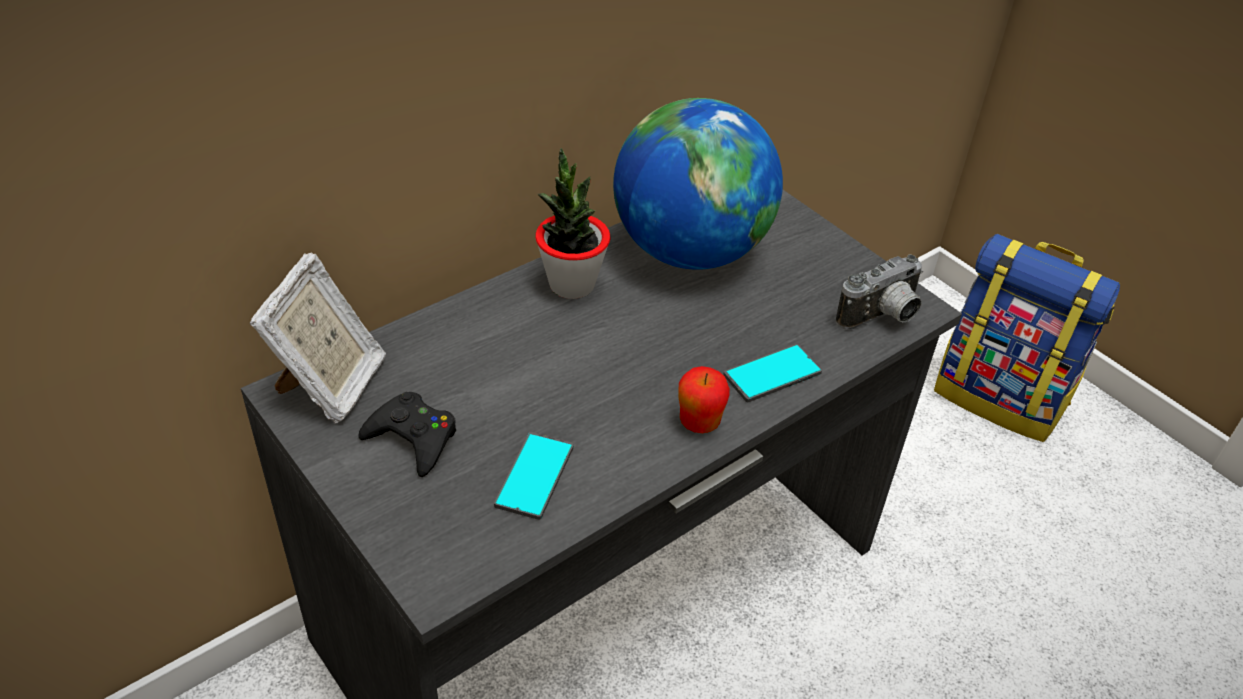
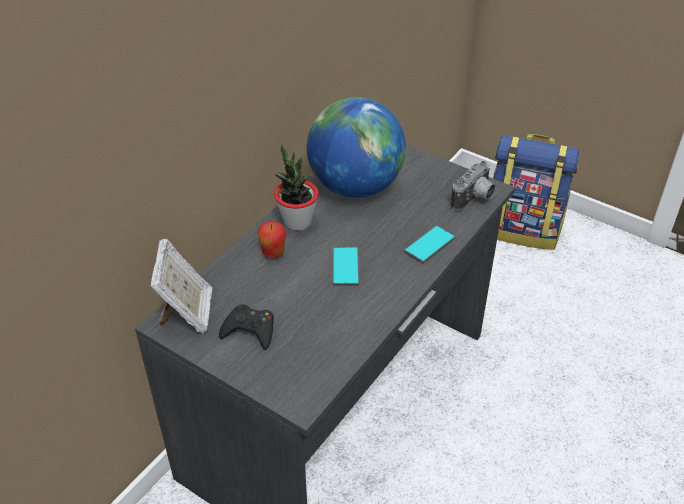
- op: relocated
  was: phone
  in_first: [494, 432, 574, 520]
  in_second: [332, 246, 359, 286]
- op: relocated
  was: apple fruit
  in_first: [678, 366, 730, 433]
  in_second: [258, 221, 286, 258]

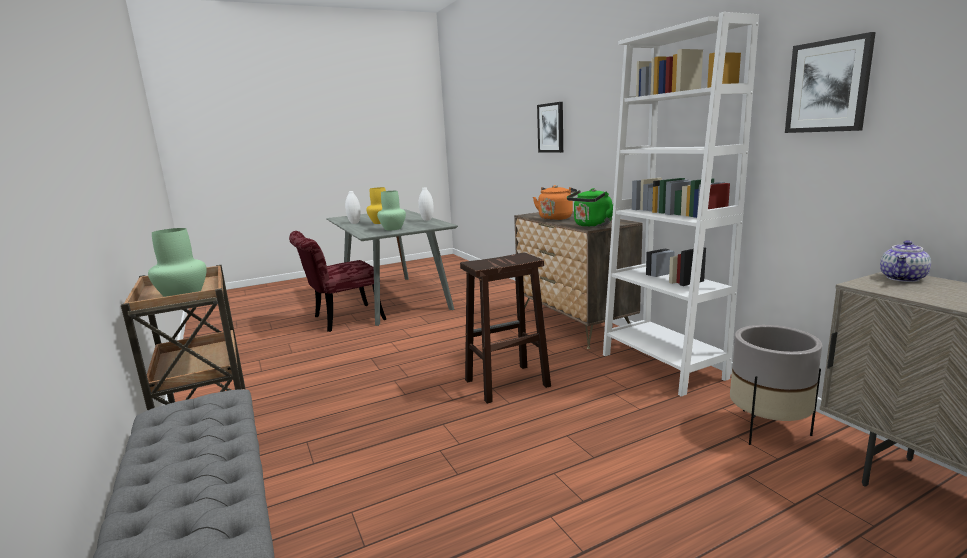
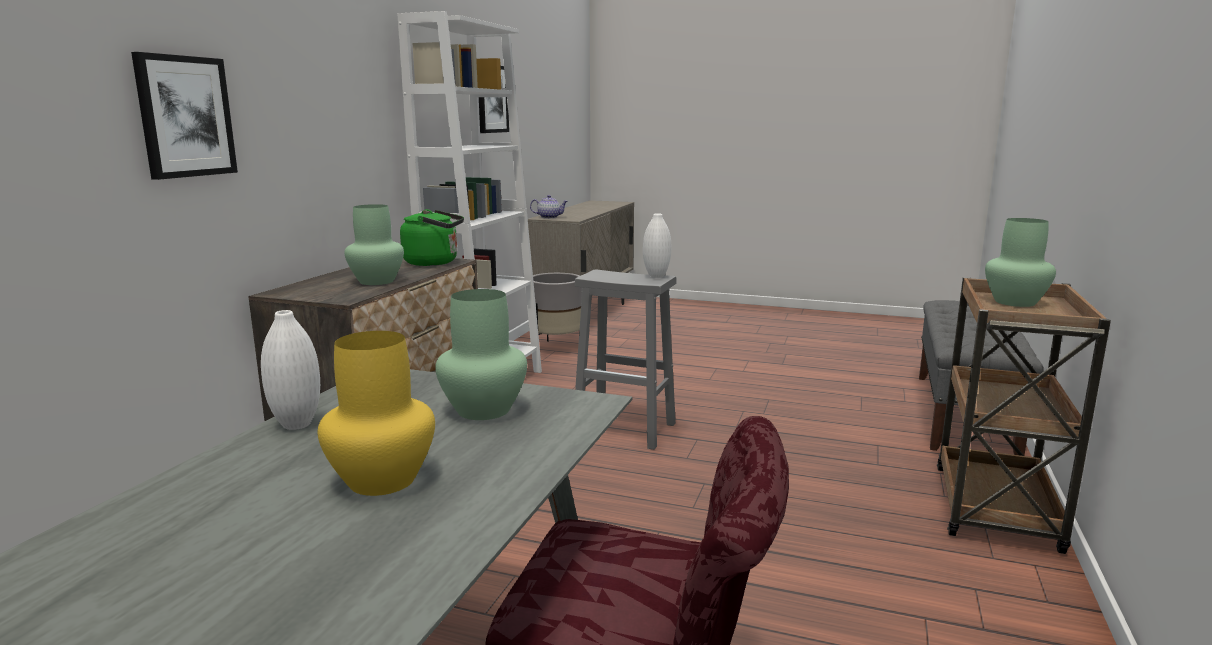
- op: relocated
  was: white-coloured decorative vase
  in_first: [345, 191, 361, 224]
  in_second: [643, 213, 671, 278]
- op: exchanged
  was: orangey kettle
  now: green decorative vase
  in_first: [533, 185, 577, 220]
  in_second: [344, 204, 404, 285]
- op: colour
  was: brown-coloured stool seat
  now: grey stool seat
  in_first: [460, 253, 551, 404]
  in_second: [575, 269, 676, 450]

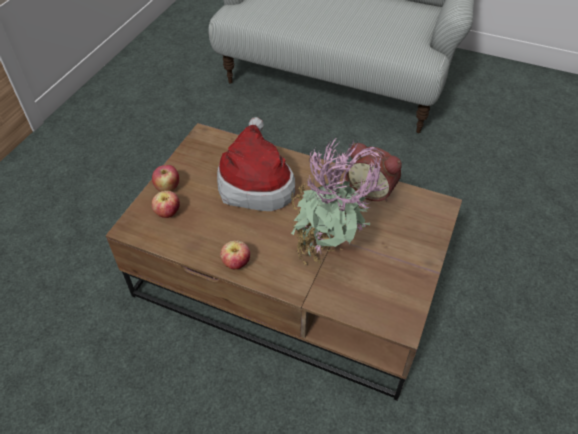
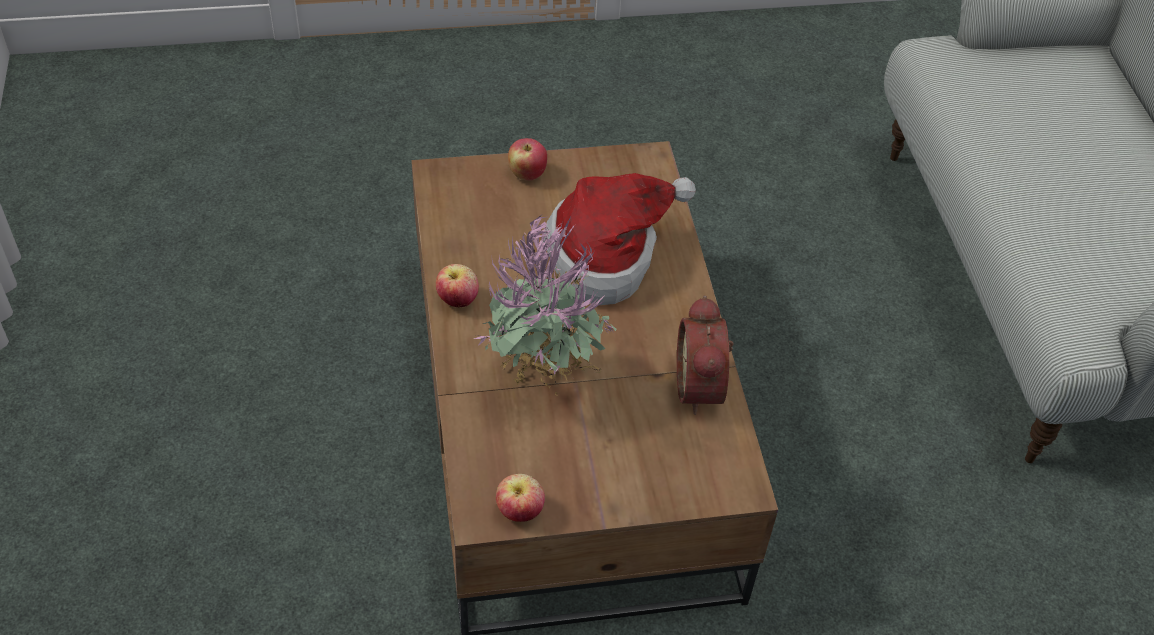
- op: relocated
  was: apple fruit
  in_first: [152, 191, 180, 218]
  in_second: [496, 474, 545, 522]

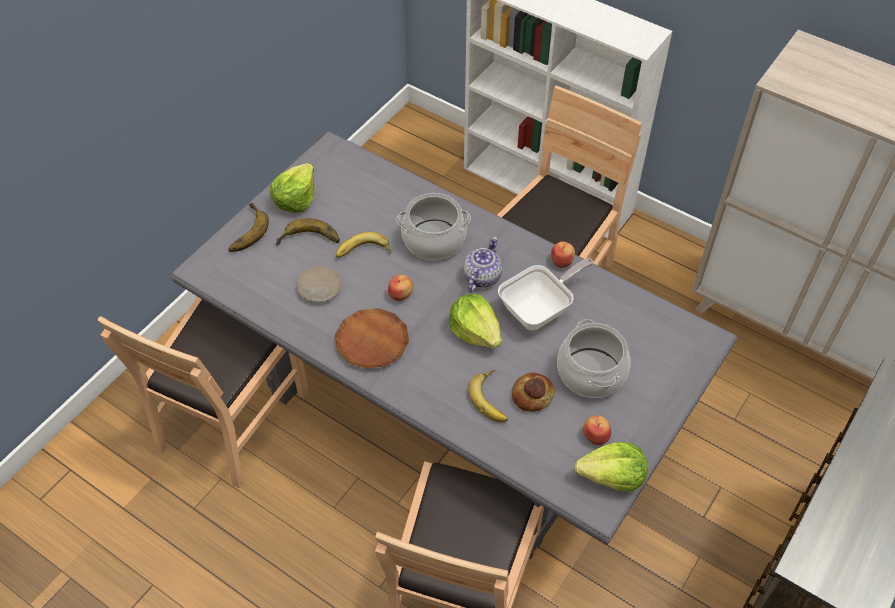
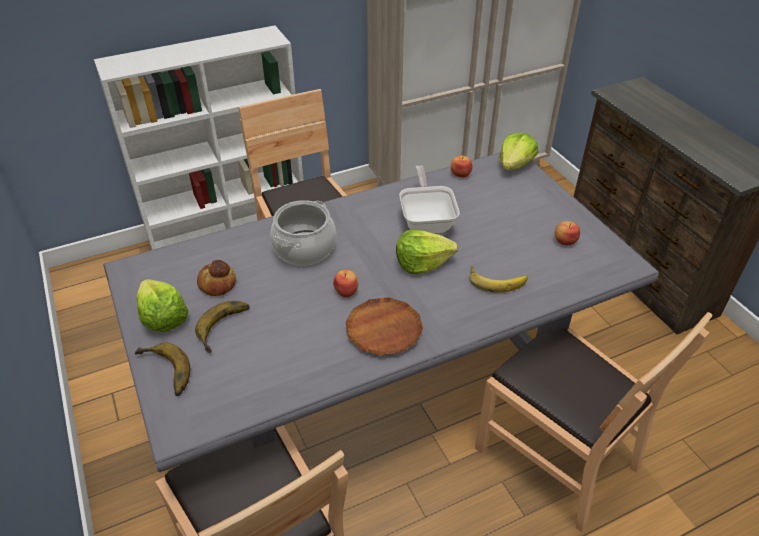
- op: missing
  was: beige-coloured dinner plate
  in_first: [297, 266, 342, 302]
- op: missing
  was: banana fruit
  in_first: [336, 232, 391, 258]
- op: missing
  was: pot for tea
  in_first: [463, 237, 502, 292]
- op: missing
  was: cooking pot
  in_first: [557, 319, 630, 398]
- op: relocated
  was: bread
  in_first: [512, 373, 555, 412]
  in_second: [197, 260, 236, 296]
- op: relocated
  was: apple fruit
  in_first: [551, 242, 575, 268]
  in_second: [451, 156, 473, 178]
- op: relocated
  was: lettuce
  in_first: [574, 442, 648, 491]
  in_second: [499, 133, 538, 170]

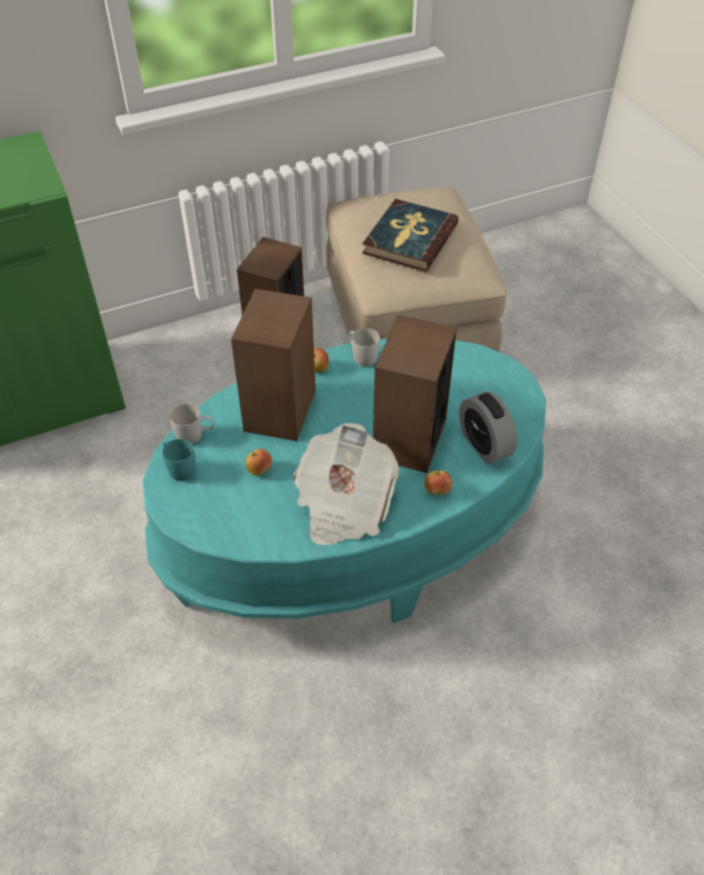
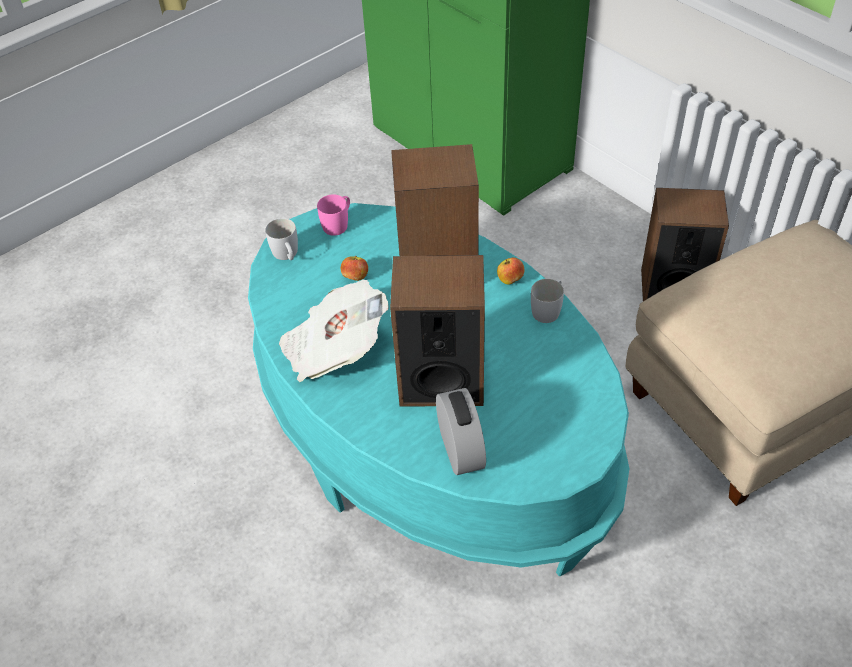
- op: missing
  was: volume
  in_first: [362, 199, 459, 272]
- op: missing
  was: apple fruit
  in_first: [424, 470, 452, 495]
- op: relocated
  was: white-coloured coffee mug
  in_first: [170, 404, 214, 444]
  in_second: [265, 218, 298, 260]
- op: colour
  was: turquoise coffee mug
  now: pink coffee mug
  in_first: [162, 439, 196, 481]
  in_second: [317, 194, 350, 236]
- op: spun
  was: alarm clock
  in_first: [459, 391, 517, 464]
  in_second: [436, 388, 486, 475]
  clockwise: 120

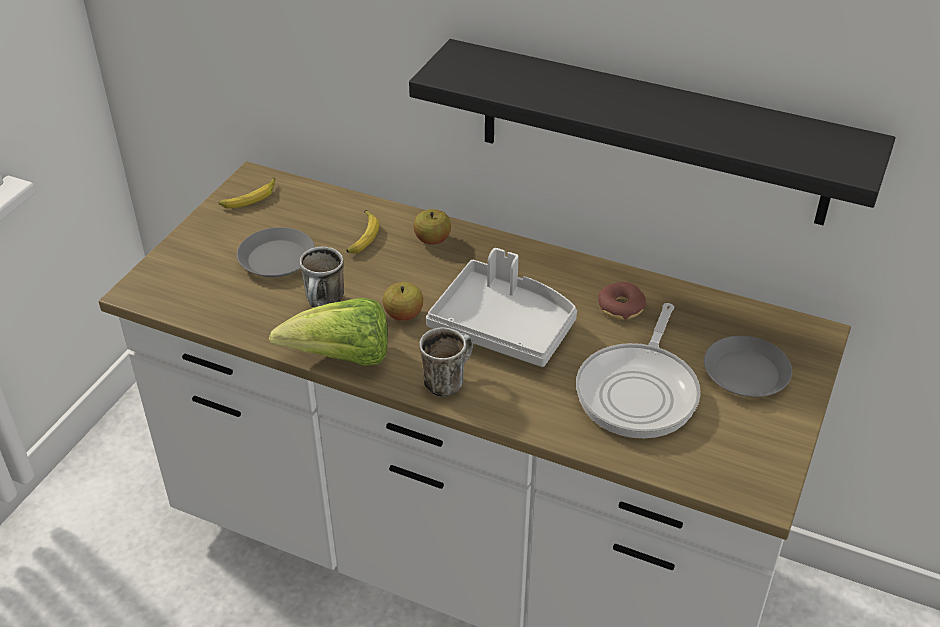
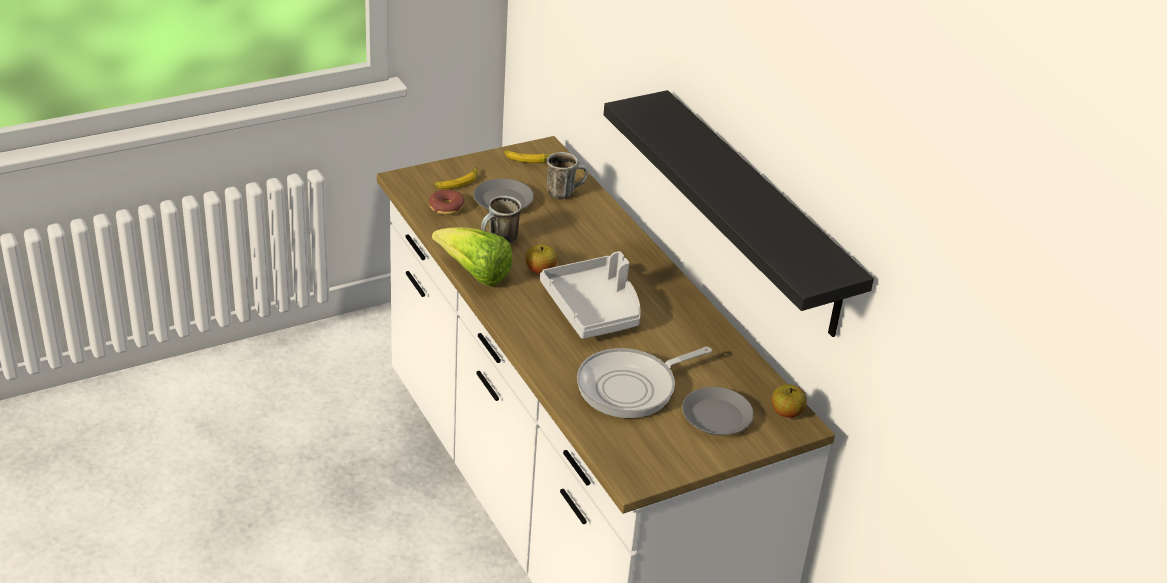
- op: relocated
  was: banana fruit
  in_first: [346, 210, 379, 254]
  in_second: [434, 167, 478, 189]
- op: relocated
  was: apple fruit
  in_first: [413, 209, 451, 245]
  in_second: [771, 384, 807, 418]
- op: relocated
  was: coffee mug
  in_first: [419, 327, 473, 397]
  in_second: [547, 152, 588, 200]
- op: relocated
  was: donut
  in_first: [598, 282, 646, 320]
  in_second: [429, 190, 464, 215]

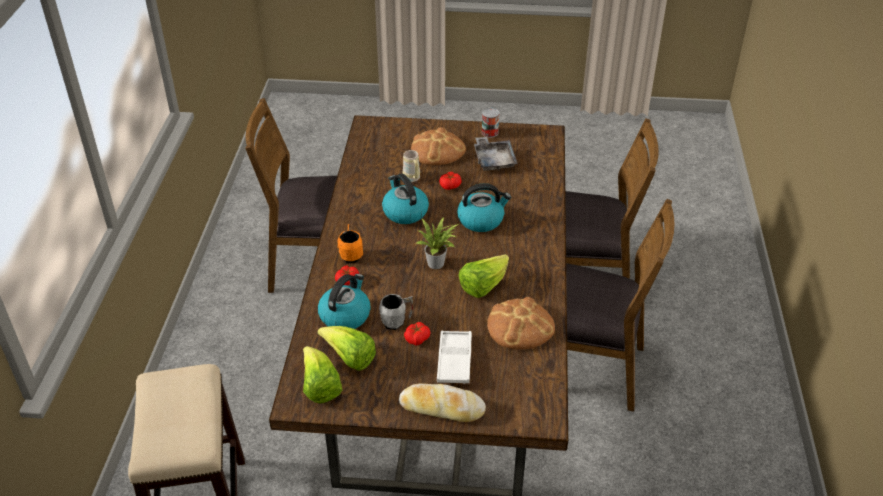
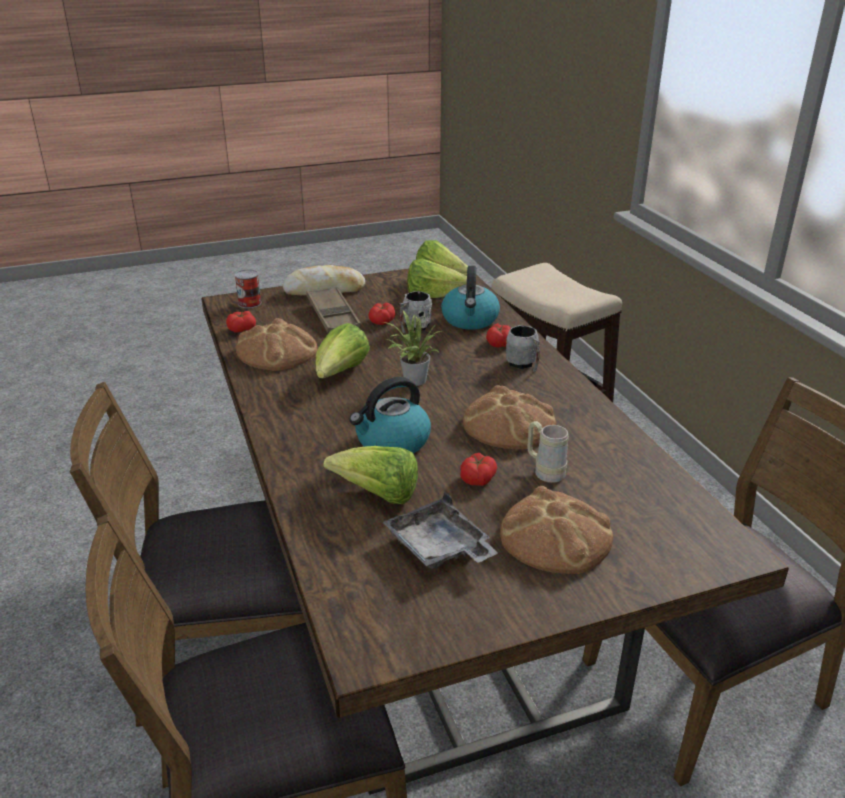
- op: appeared
  now: fresh tomato
  in_second: [226, 311, 256, 333]
- op: appeared
  now: lettuce
  in_second: [323, 446, 418, 504]
- op: relocated
  was: metal can
  in_first: [481, 108, 500, 138]
  in_second: [235, 269, 261, 308]
- op: exchanged
  was: kettle
  now: bread
  in_first: [382, 173, 429, 224]
  in_second: [463, 385, 556, 449]
- op: colour
  was: orangey coffee mug
  now: grey coffee mug
  in_first: [337, 224, 363, 264]
  in_second: [506, 325, 540, 372]
- op: colour
  was: white-coloured tray
  now: brown-coloured tray
  in_first: [437, 331, 472, 384]
  in_second: [307, 287, 361, 333]

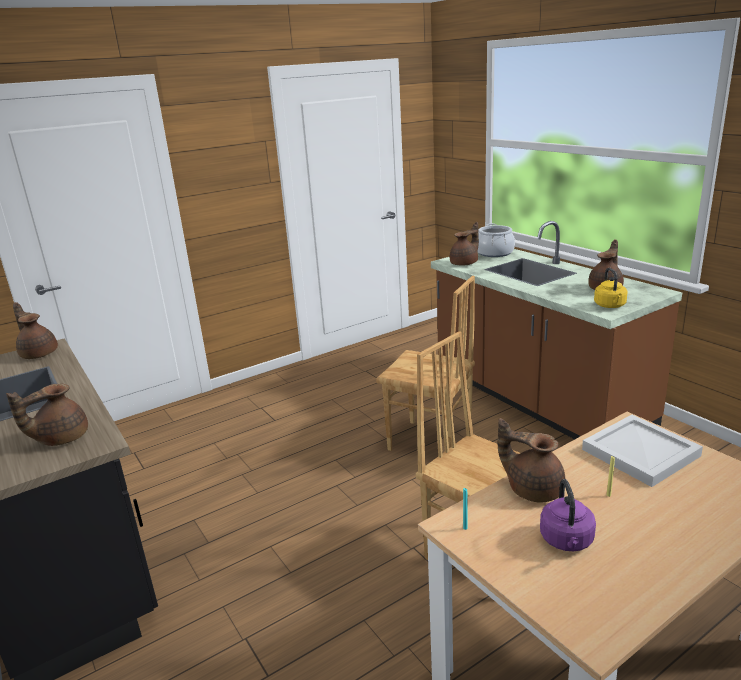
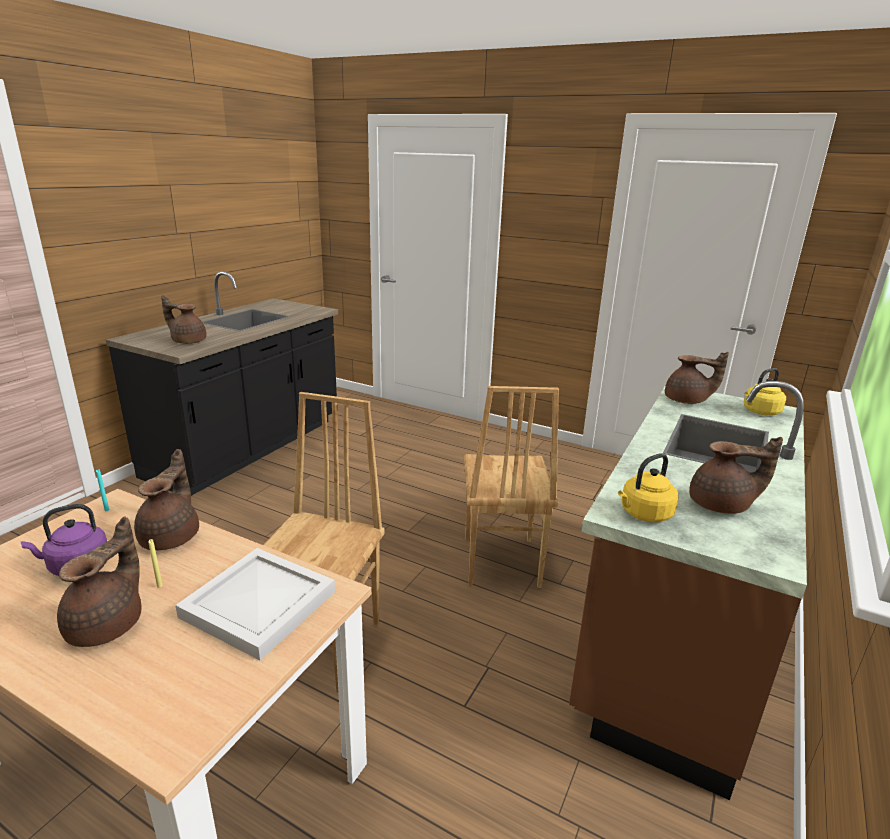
- op: relocated
  was: brown-coloured pot for tea
  in_first: [13, 302, 58, 359]
  in_second: [57, 516, 141, 647]
- op: exchanged
  was: cooking pot
  now: yellow kettle
  in_first: [477, 223, 515, 257]
  in_second: [743, 368, 786, 416]

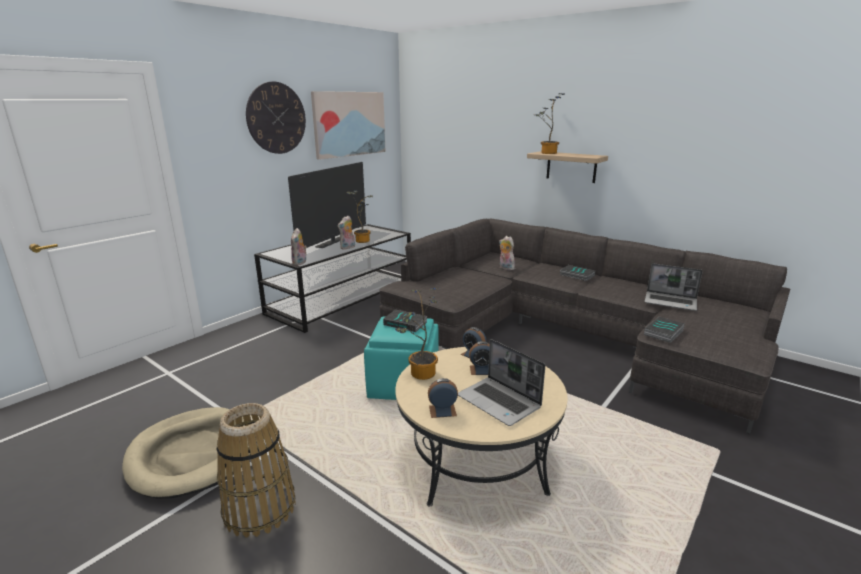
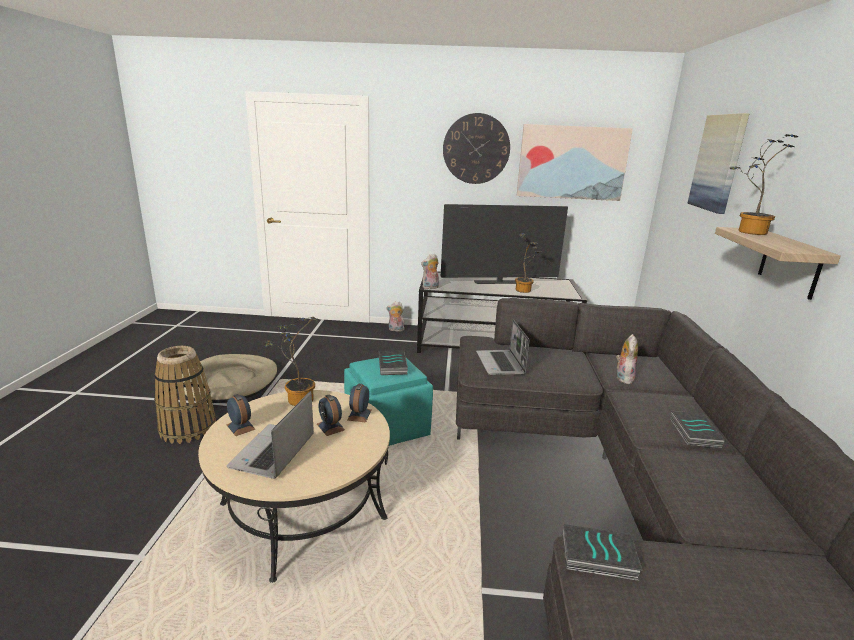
- op: appeared
  now: wall art
  in_second: [687, 113, 749, 214]
- op: relocated
  was: plush toy
  in_first: [338, 216, 355, 250]
  in_second: [386, 302, 404, 332]
- op: relocated
  was: notebook computer
  in_first: [644, 263, 703, 311]
  in_second: [476, 319, 529, 375]

